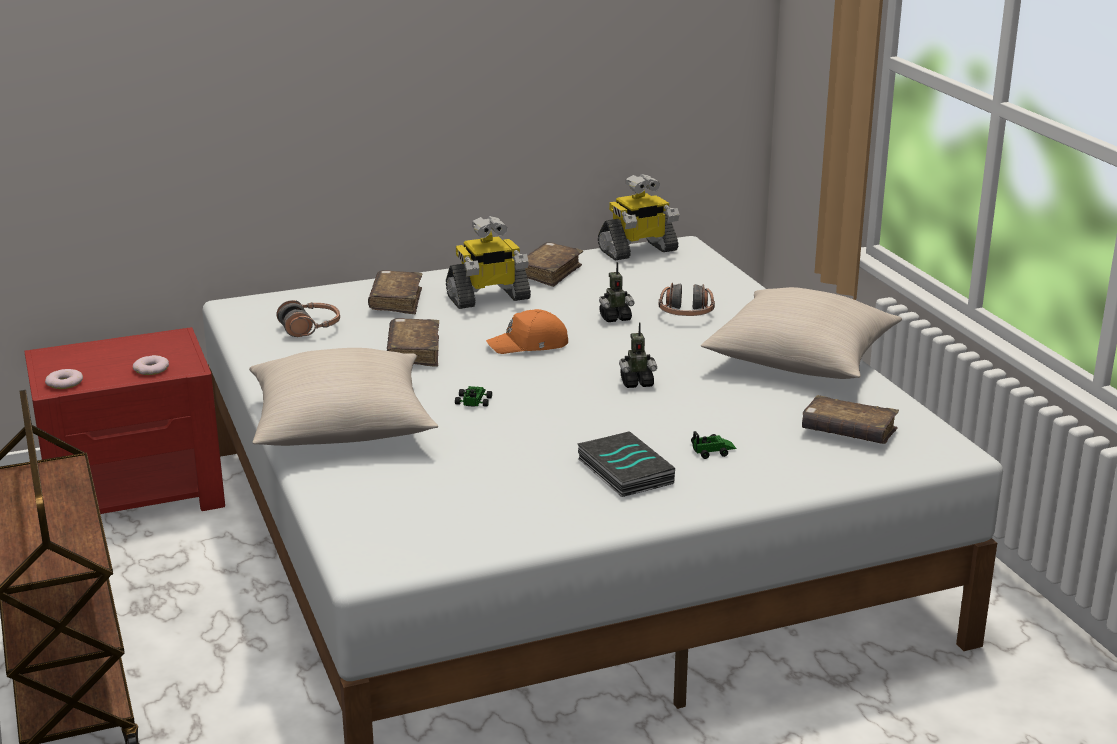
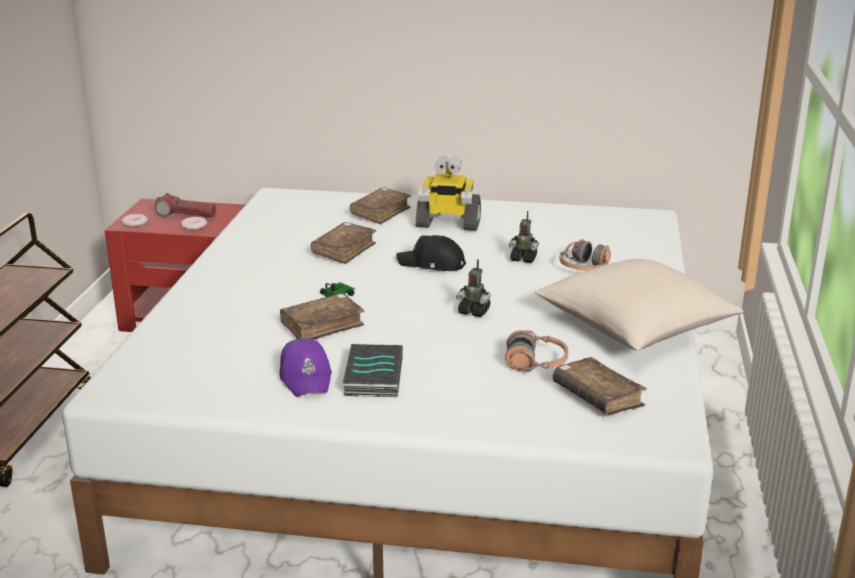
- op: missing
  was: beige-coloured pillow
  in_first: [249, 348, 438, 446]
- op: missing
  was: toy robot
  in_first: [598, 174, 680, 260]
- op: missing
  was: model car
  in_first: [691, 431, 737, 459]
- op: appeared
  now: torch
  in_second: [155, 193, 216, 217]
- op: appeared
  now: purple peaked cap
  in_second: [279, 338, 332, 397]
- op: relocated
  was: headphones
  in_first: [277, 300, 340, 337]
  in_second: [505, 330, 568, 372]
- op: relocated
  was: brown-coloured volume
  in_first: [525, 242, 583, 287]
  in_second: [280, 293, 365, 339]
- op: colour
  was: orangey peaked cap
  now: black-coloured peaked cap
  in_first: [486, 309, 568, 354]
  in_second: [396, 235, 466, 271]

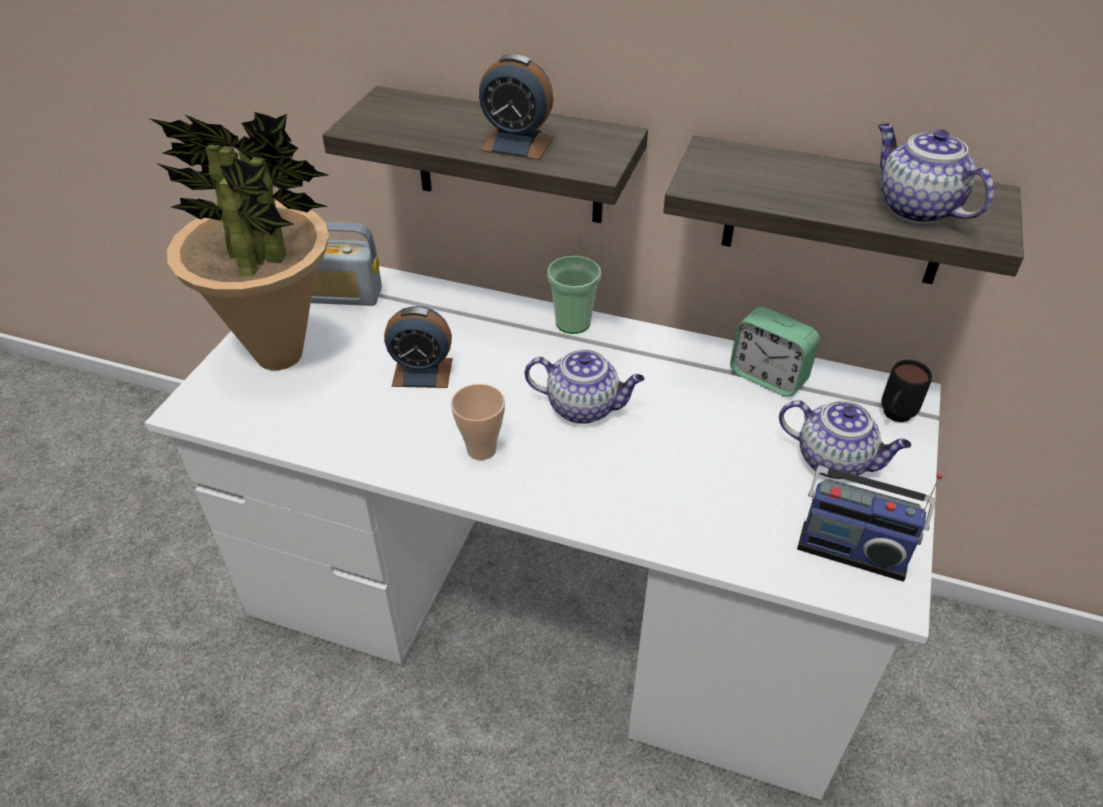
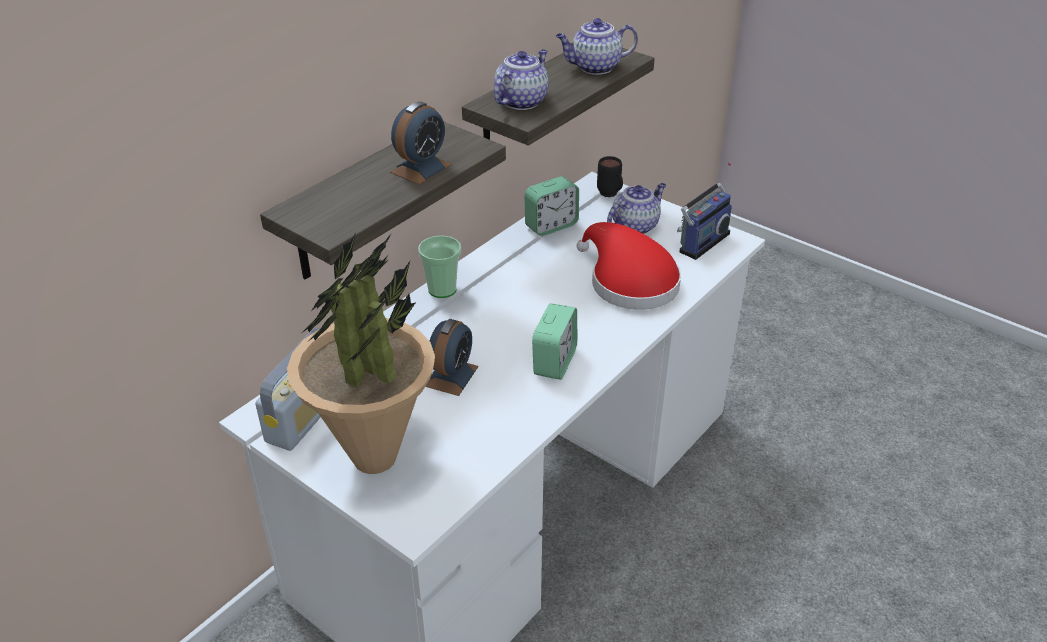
- op: appeared
  now: red wearable hat
  in_second: [577, 222, 681, 310]
- op: relocated
  was: pot for tea
  in_first: [525, 349, 645, 424]
  in_second: [494, 49, 549, 110]
- op: exchanged
  was: cup
  now: alarm clock
  in_first: [451, 384, 505, 460]
  in_second: [532, 303, 577, 380]

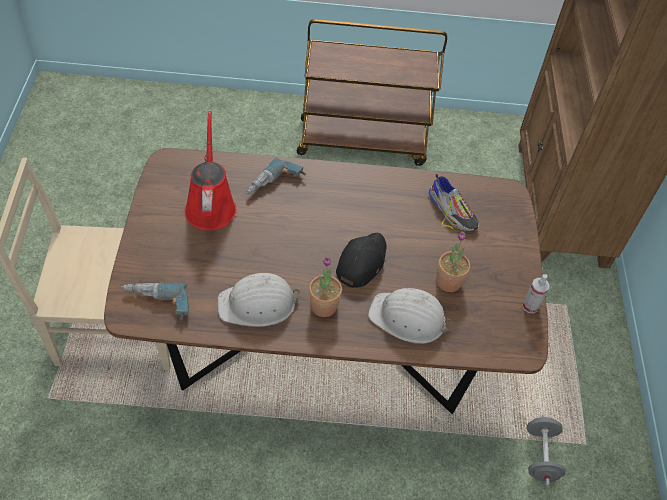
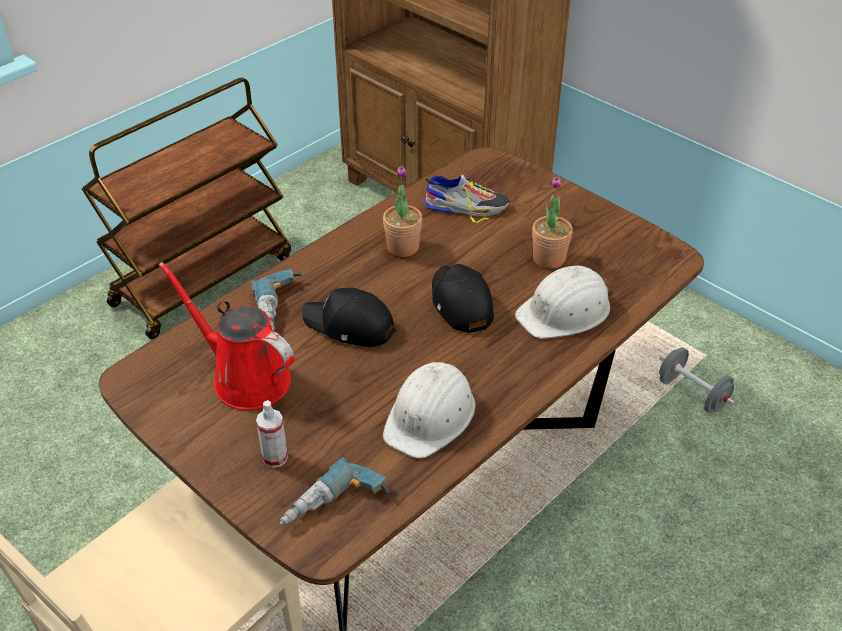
- op: appeared
  now: black-coloured peaked cap
  in_second: [302, 288, 396, 347]
- op: relocated
  was: houseplant
  in_first: [309, 257, 342, 317]
  in_second: [383, 165, 422, 257]
- op: relocated
  was: sprayer
  in_first: [522, 274, 550, 313]
  in_second: [256, 400, 288, 468]

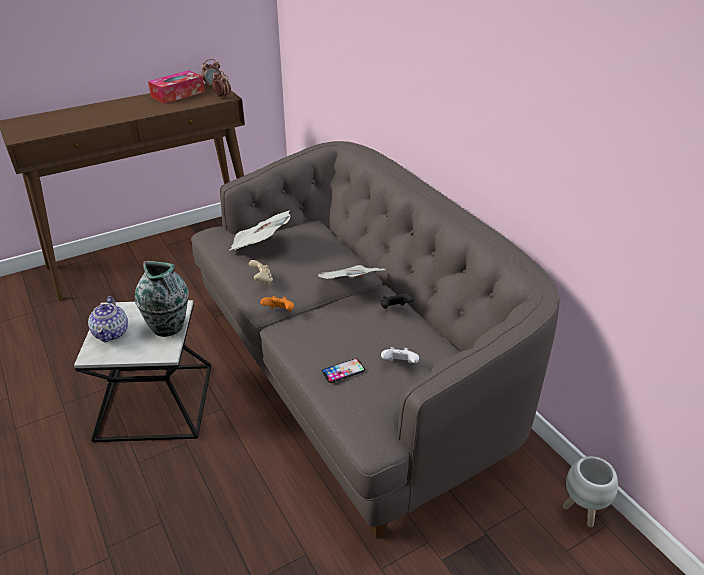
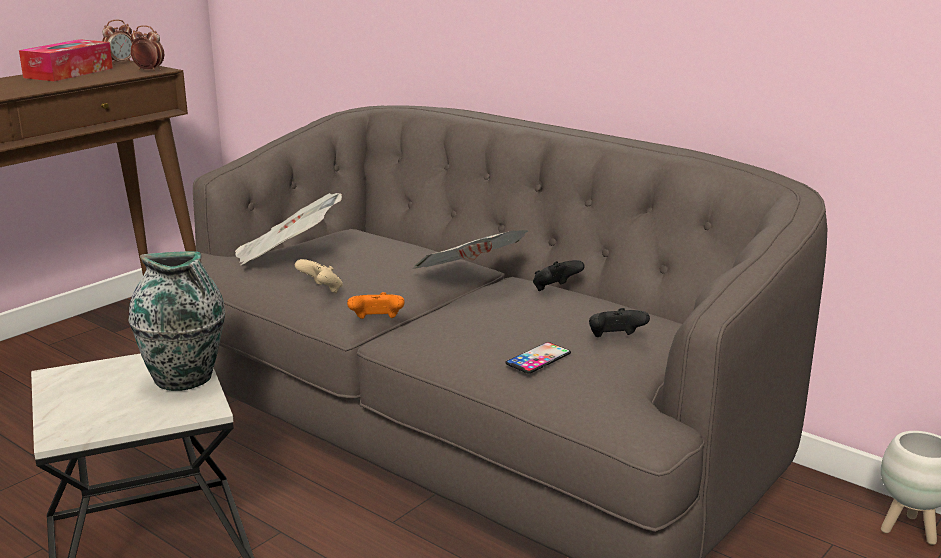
- op: missing
  was: pot for tea
  in_first: [88, 296, 128, 342]
- op: colour
  was: white-coloured gamepad
  now: black-coloured gamepad
  in_first: [381, 347, 419, 363]
  in_second: [589, 308, 650, 337]

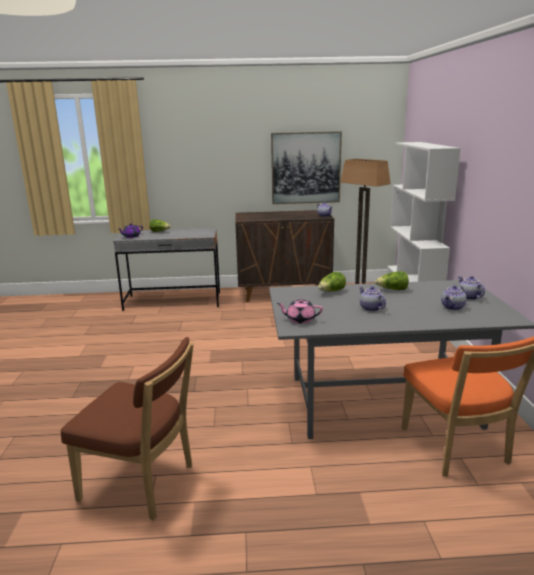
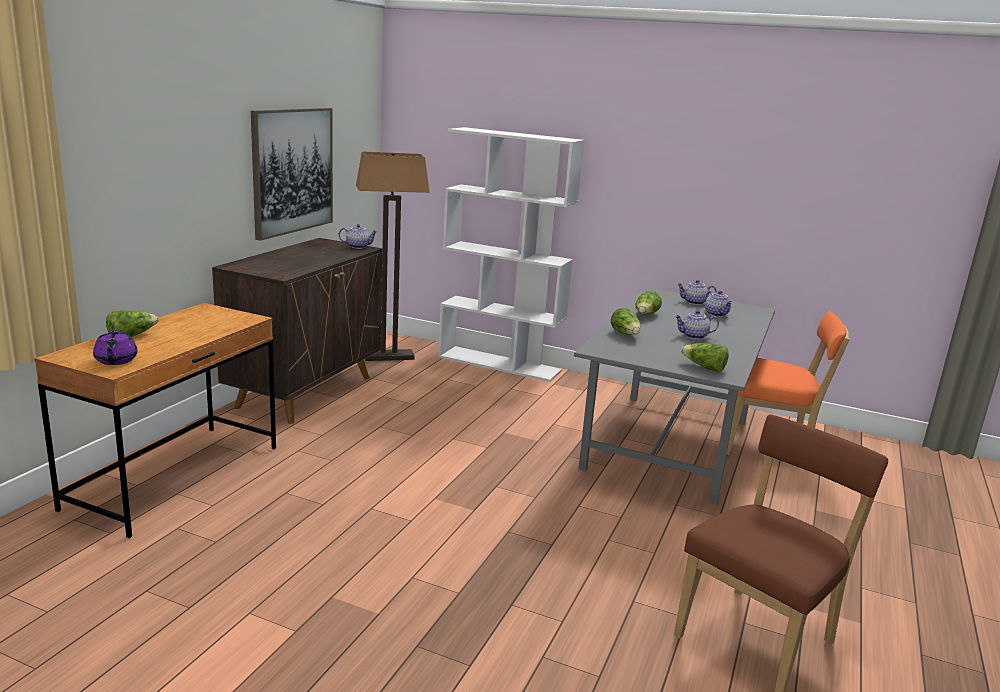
- op: exchanged
  was: pink pot for tea
  now: lettuce
  in_first: [277, 299, 323, 324]
  in_second: [681, 343, 728, 372]
- op: colour
  was: grey desk
  now: brown-coloured desk
  in_first: [113, 228, 220, 311]
  in_second: [34, 303, 276, 538]

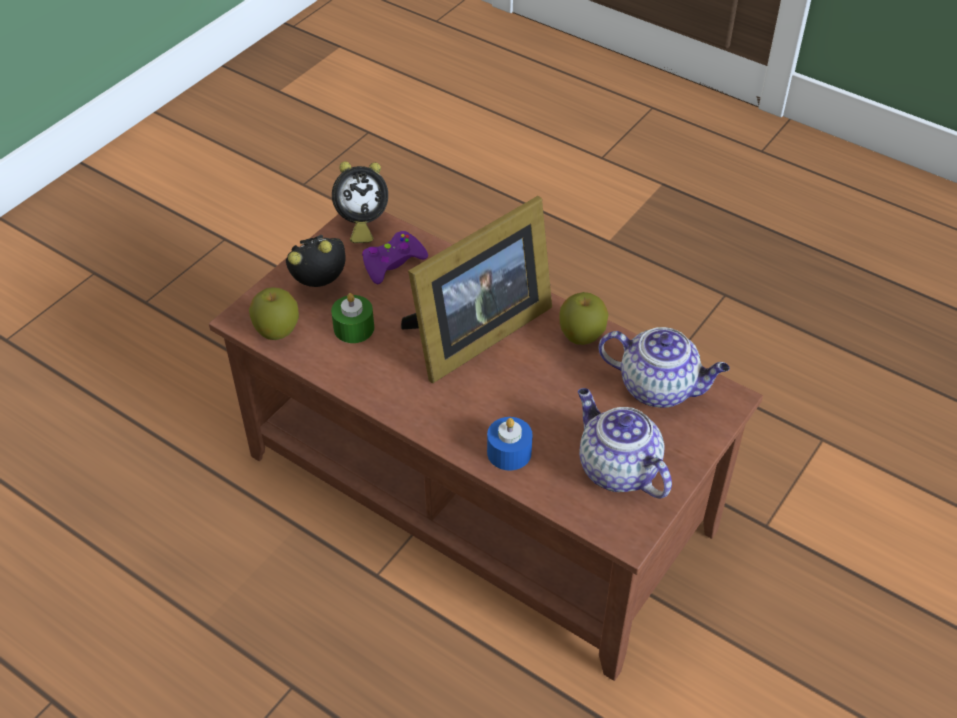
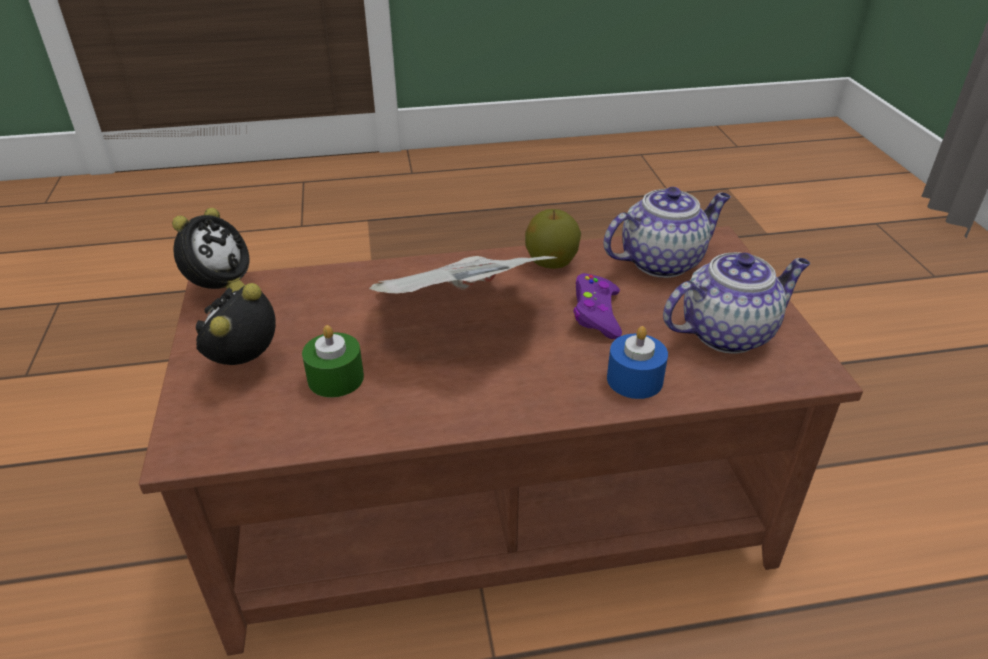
- op: missing
  was: apple fruit
  in_first: [249, 287, 299, 340]
- op: relocated
  was: purple gamepad
  in_first: [362, 231, 428, 284]
  in_second: [573, 273, 622, 339]
- op: exchanged
  was: photo frame
  now: printed paper
  in_first: [401, 196, 552, 383]
  in_second: [370, 256, 556, 293]
- op: spun
  was: pot for tea
  in_first: [578, 388, 672, 498]
  in_second: [663, 252, 810, 354]
  clockwise: 150

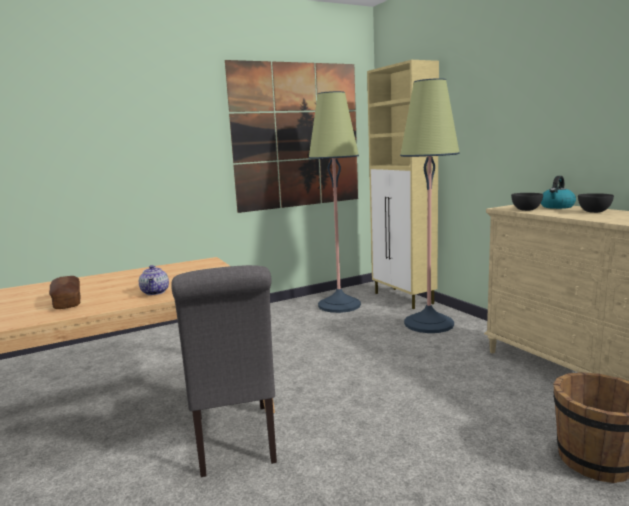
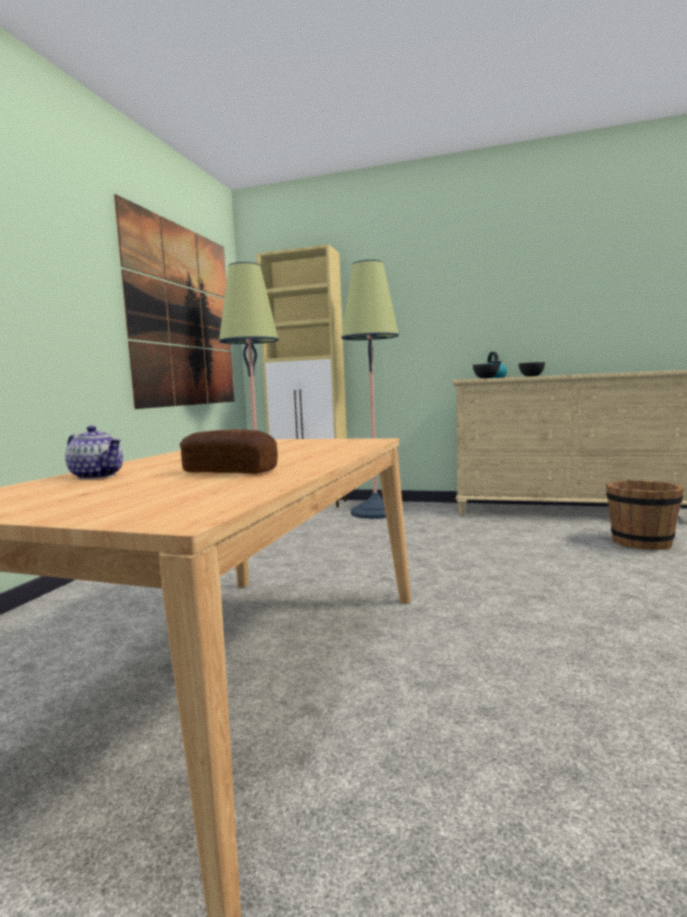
- op: missing
  was: grey chair
  in_first: [171, 265, 277, 477]
- op: relocated
  was: pot for tea
  in_first: [139, 265, 169, 295]
  in_second: [65, 426, 123, 479]

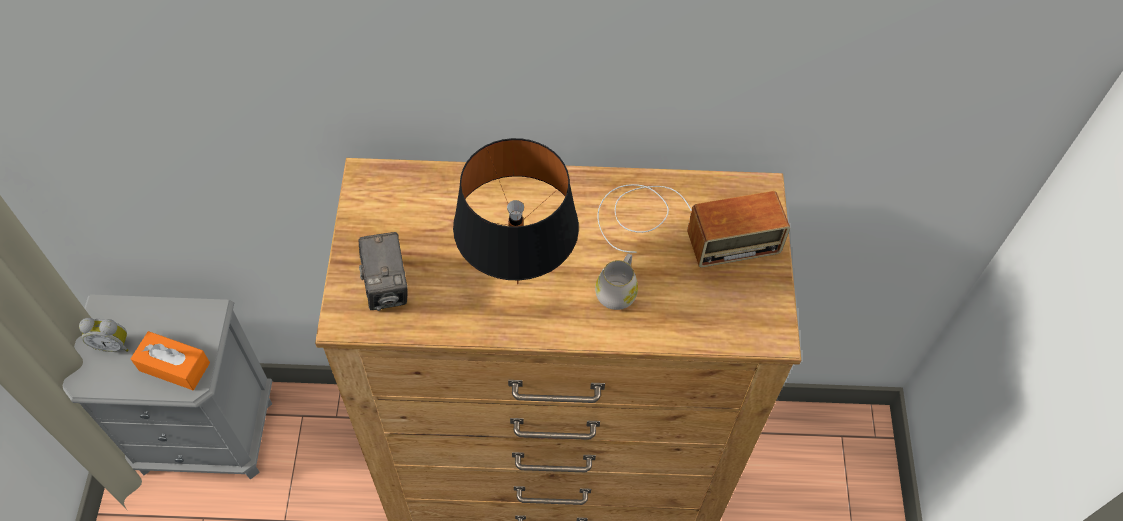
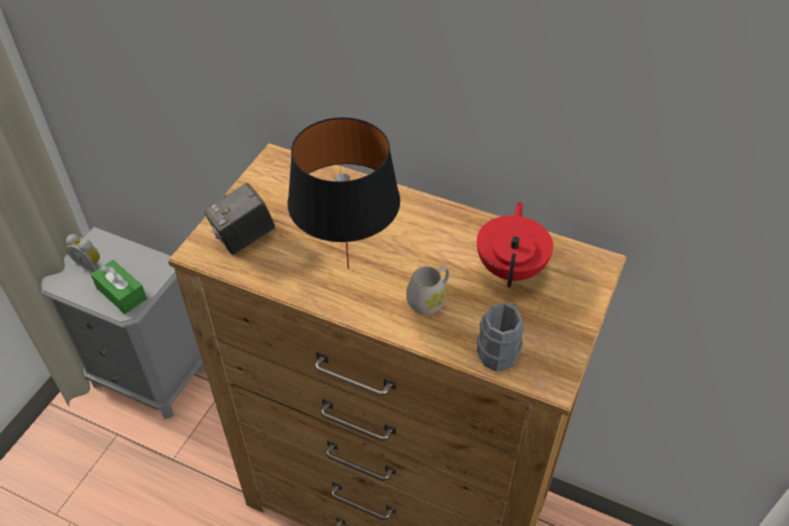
- op: appeared
  now: grey coffee mug
  in_second: [477, 303, 524, 371]
- op: exchanged
  was: radio set
  now: red pot for tea
  in_first: [598, 184, 790, 268]
  in_second: [477, 201, 553, 288]
- op: colour
  was: orangey box of tissues
  now: green box of tissues
  in_first: [131, 331, 210, 390]
  in_second: [91, 260, 147, 314]
- op: spun
  was: photo camera
  in_first: [359, 232, 408, 311]
  in_second: [204, 183, 275, 255]
  clockwise: 45

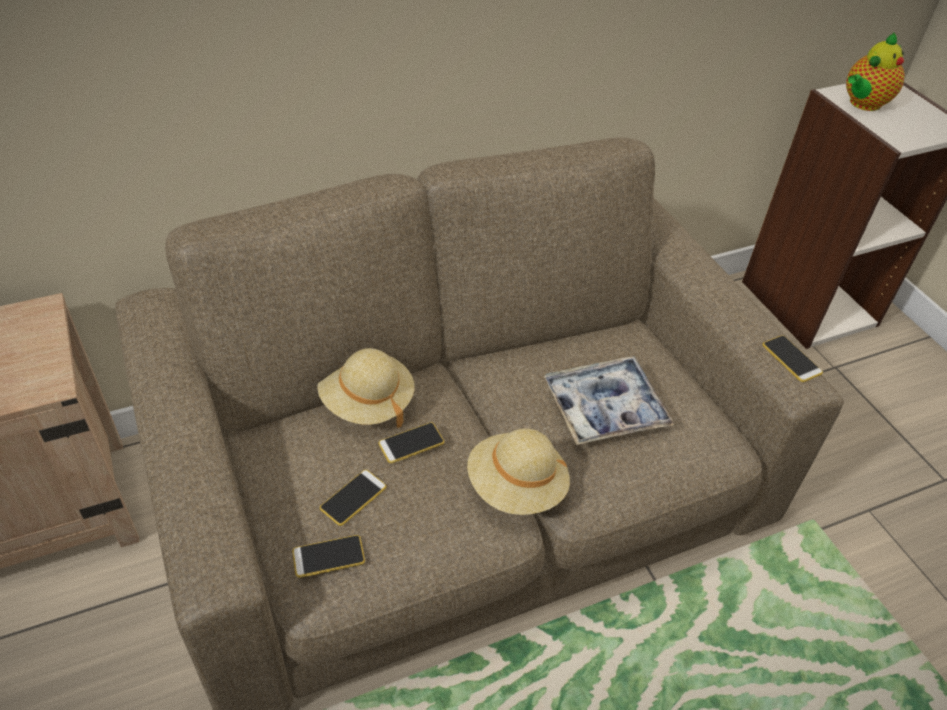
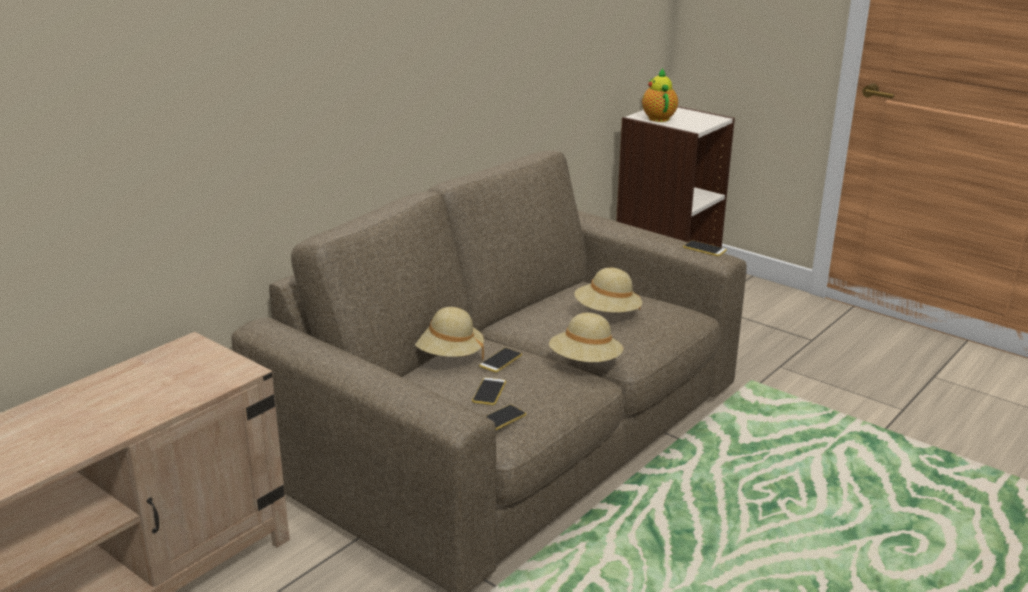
- op: exchanged
  was: tray
  now: beige-coloured wearable hat
  in_first: [544, 356, 674, 445]
  in_second: [574, 268, 642, 313]
- op: spun
  was: pot for tea
  in_first: [846, 32, 904, 111]
  in_second: [642, 68, 678, 122]
  clockwise: 150

